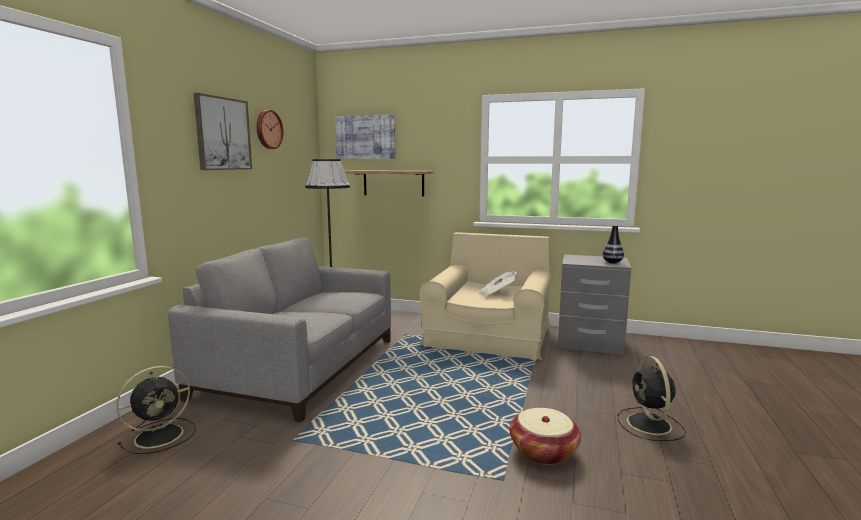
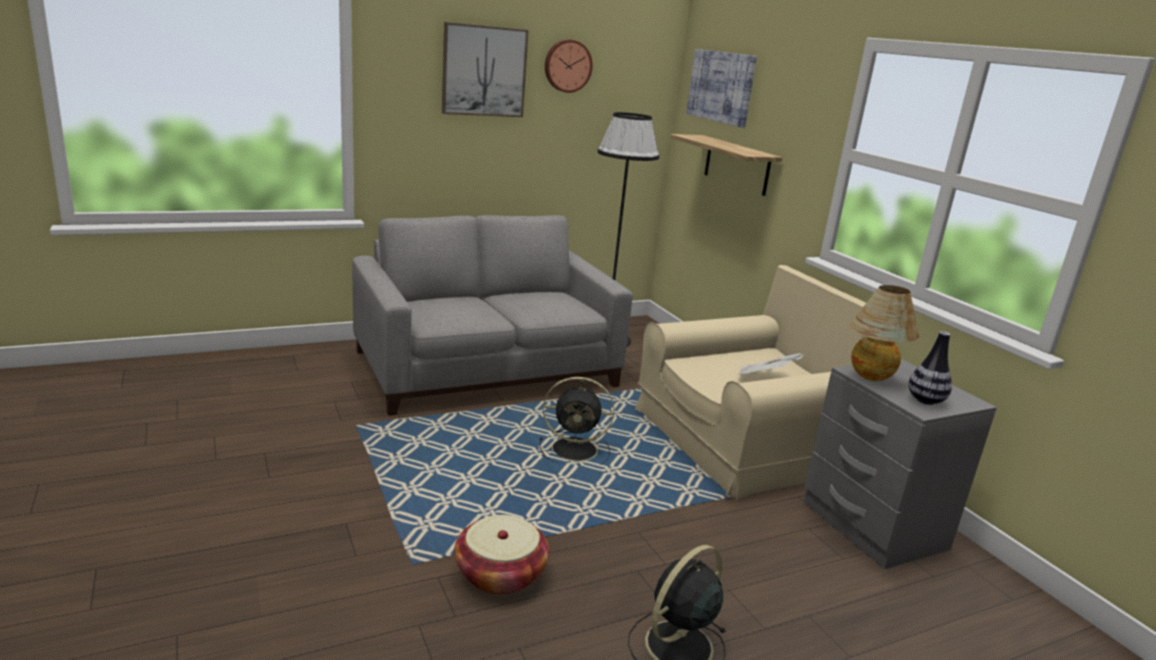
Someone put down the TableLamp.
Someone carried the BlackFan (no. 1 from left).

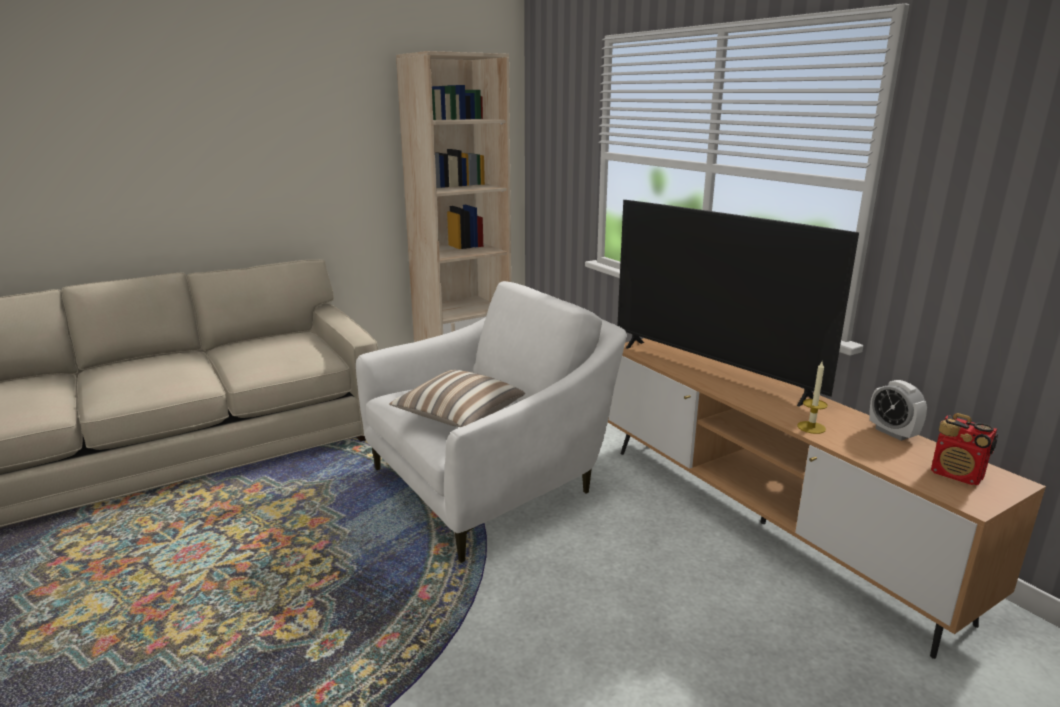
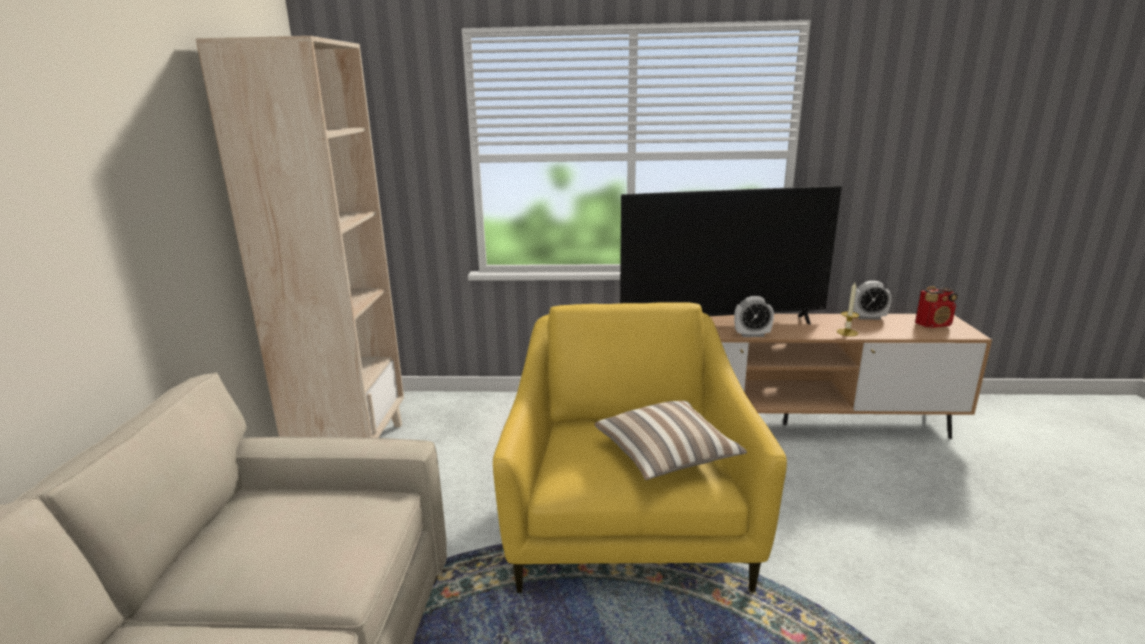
Someone put down the AlarmClock (no. 1 from left).
Someone repainted the WhiteArmchair, which became the YellowArmchair.

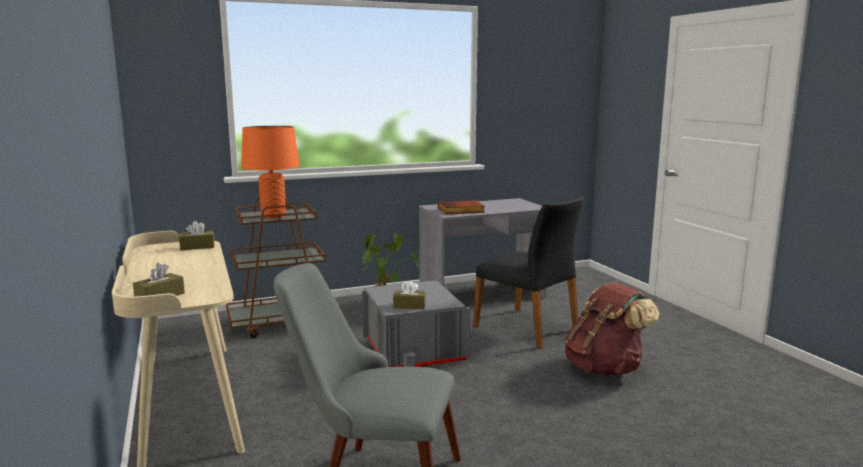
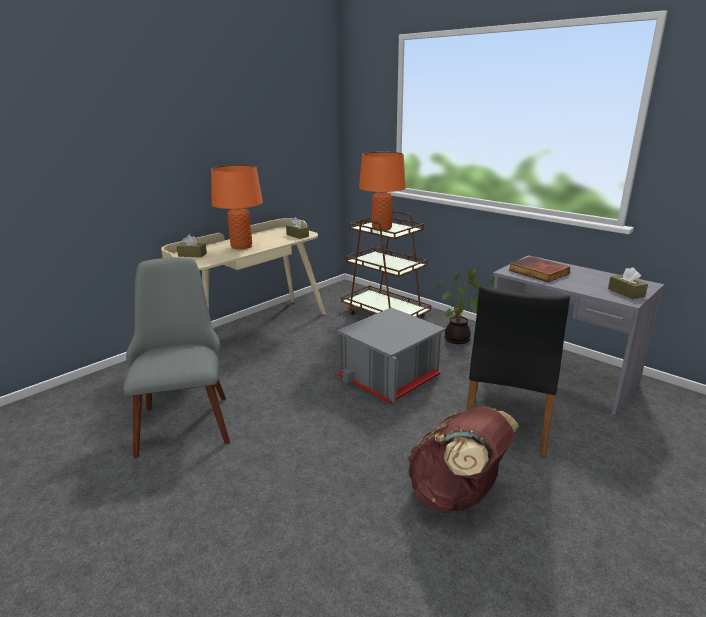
Someone put down the OrangeTableLamp (no. 1 from left).
Someone carried the BrownTissueBox (no. 3 from left).

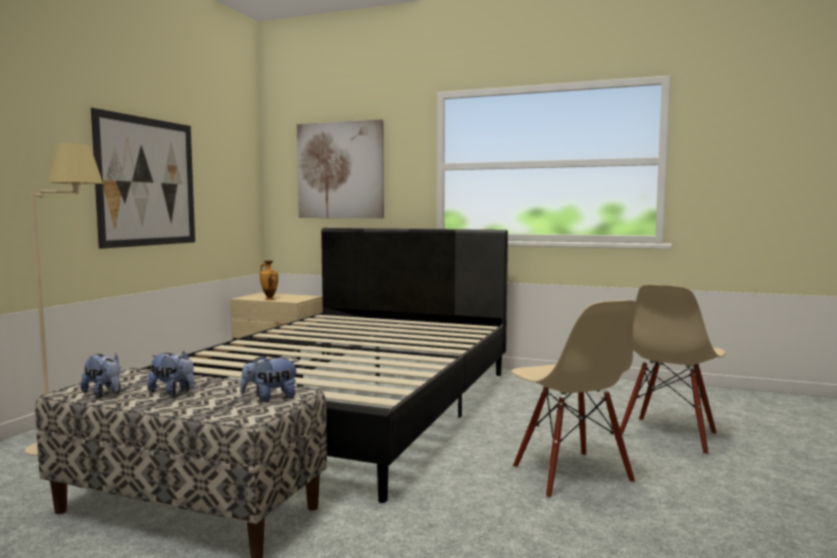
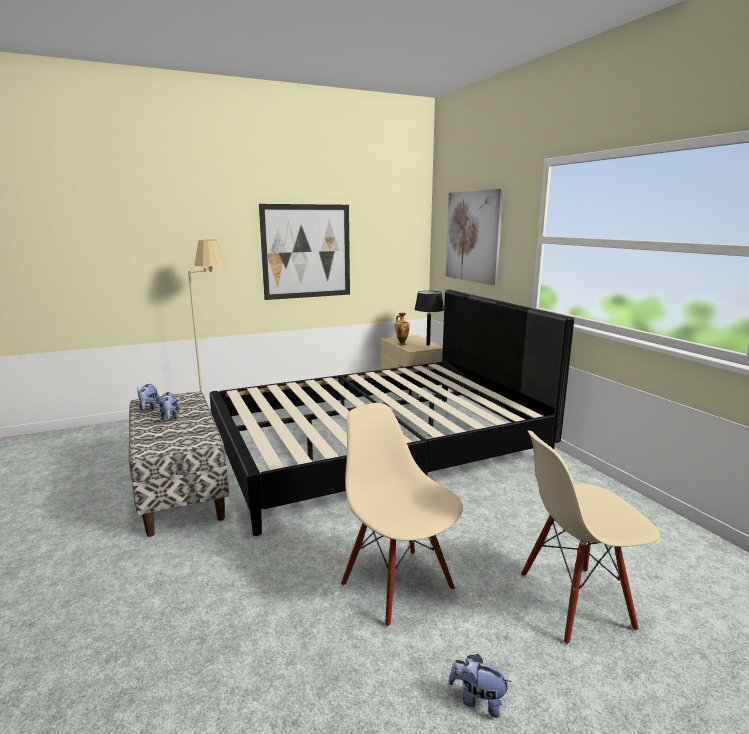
Someone put down the BlackTableLamp.
Someone carried the PlushToy (no. 3 from left).
Someone rotated the BeigeChair (no. 1 from left) by 120 degrees clockwise.

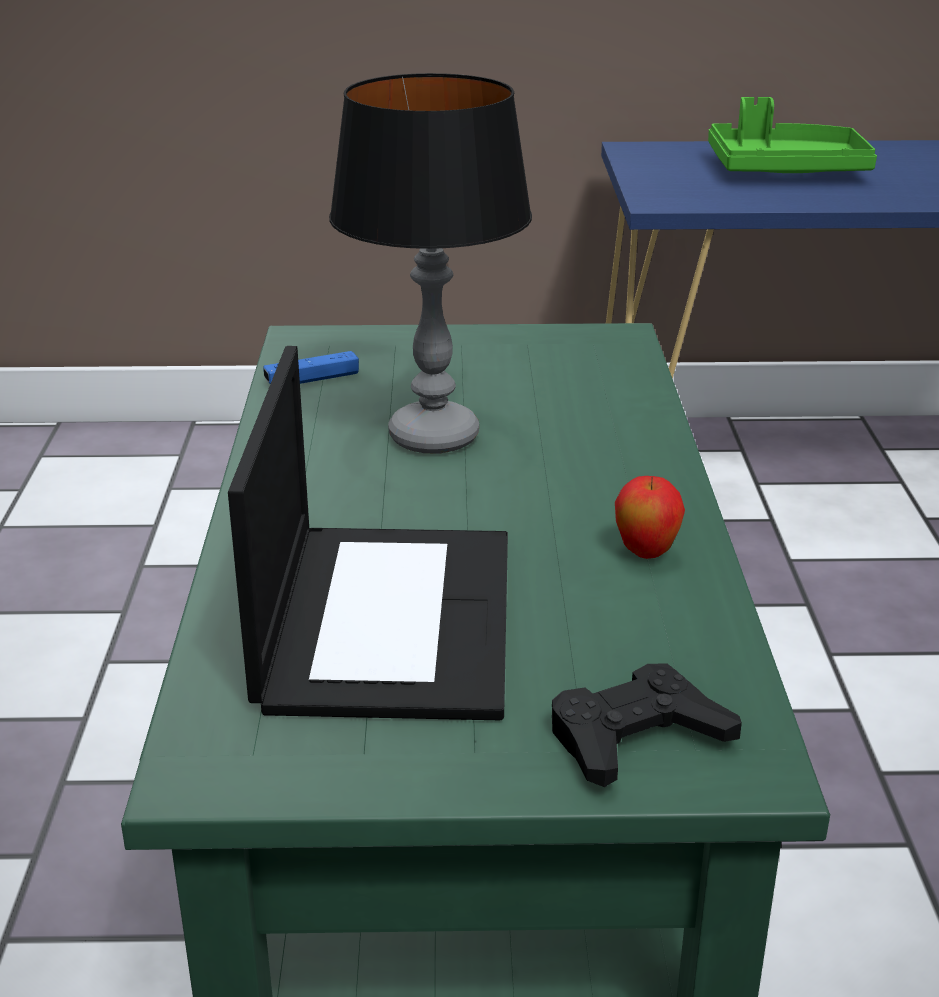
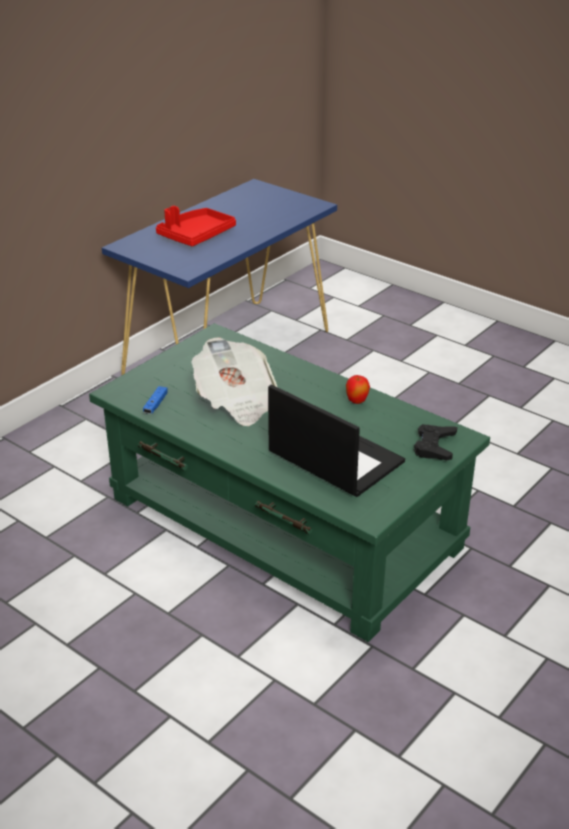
Someone swapped the TableLamp for the Newspaper.
Someone repainted the GreenTray, which became the RedTray.

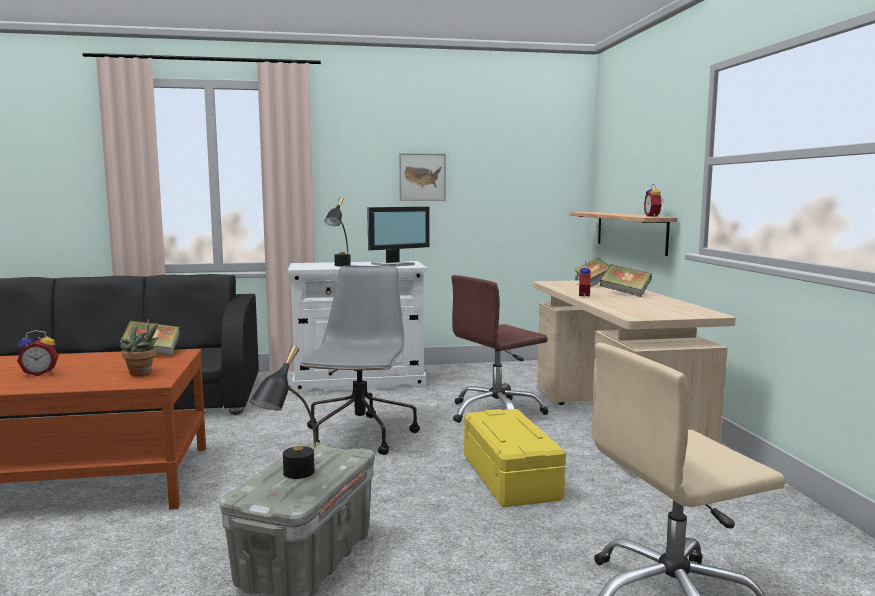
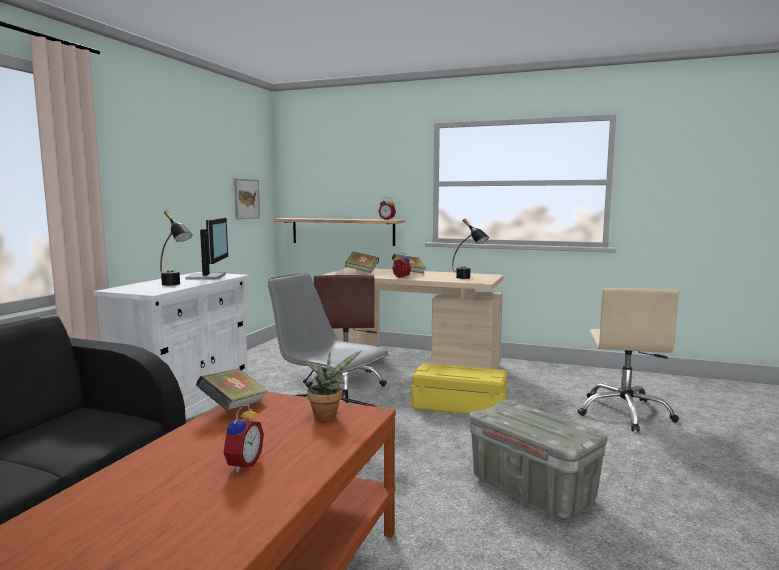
Someone carried the BlackTableLamp (no. 1 from left in the first image).
Someone carried the Picture.

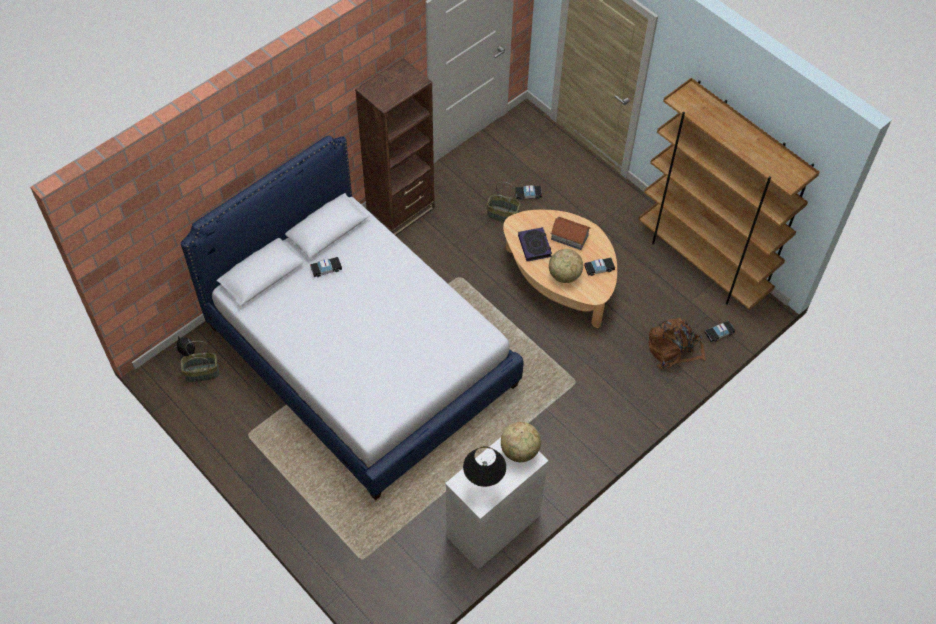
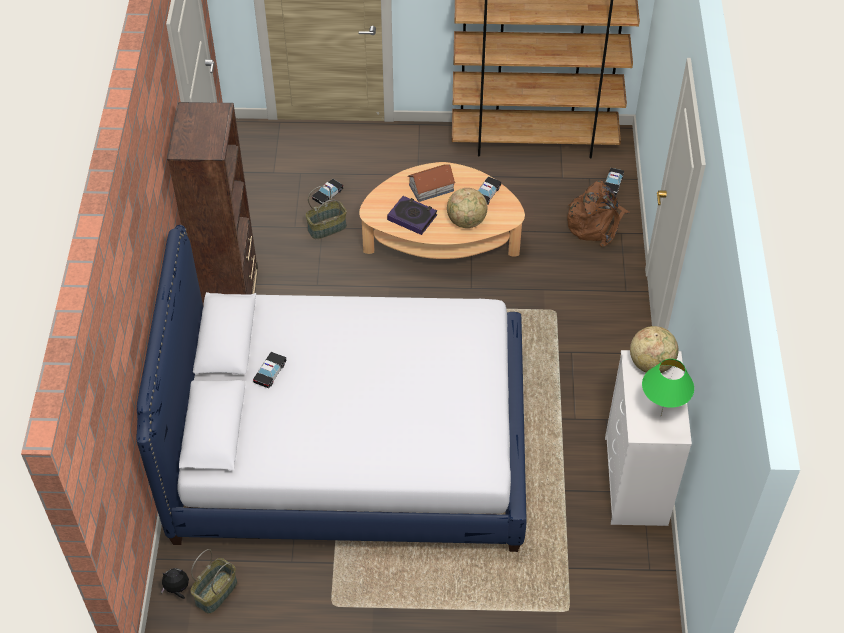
Someone repainted the BlackTableLamp, which became the GreenTableLamp.

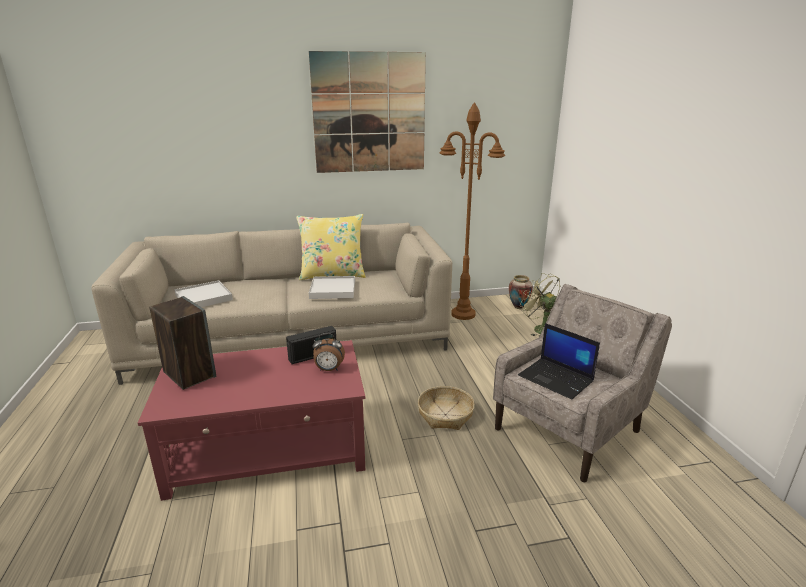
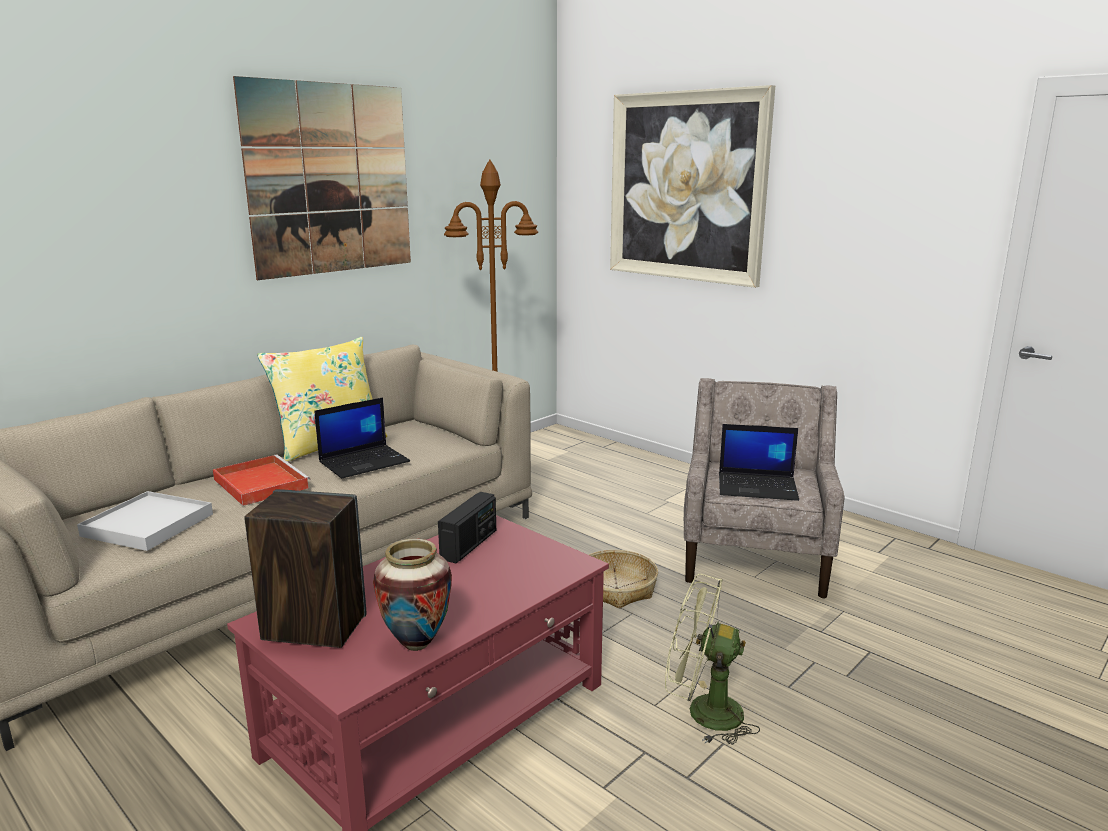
Someone took away the AlarmClock.
Someone put down the RedTray.
Someone put up the Picture (no. 2 from left).
Someone carried the Vase.
Someone carried the GreenFan.
Someone swapped the WhiteTray (no. 2 from left) for the Laptop (no. 1 from left).

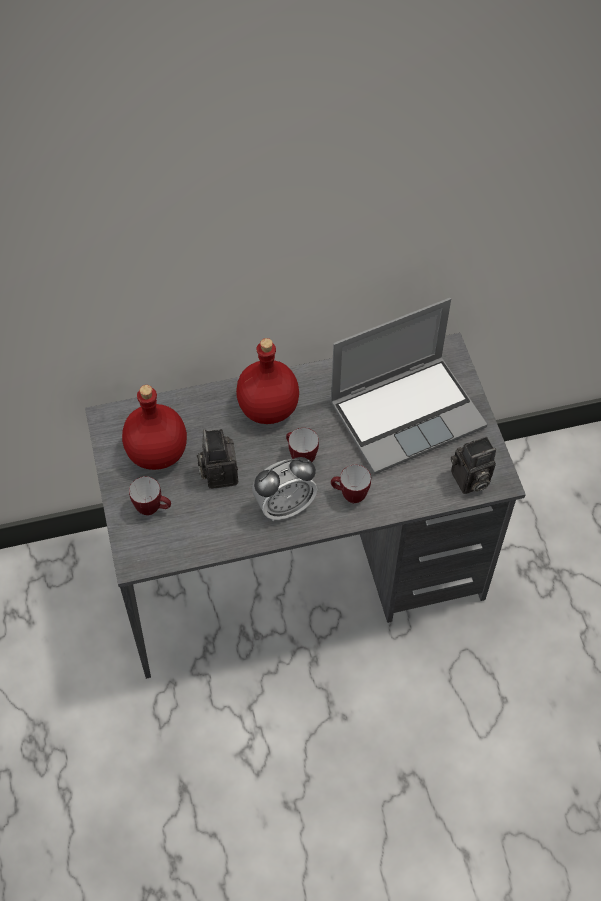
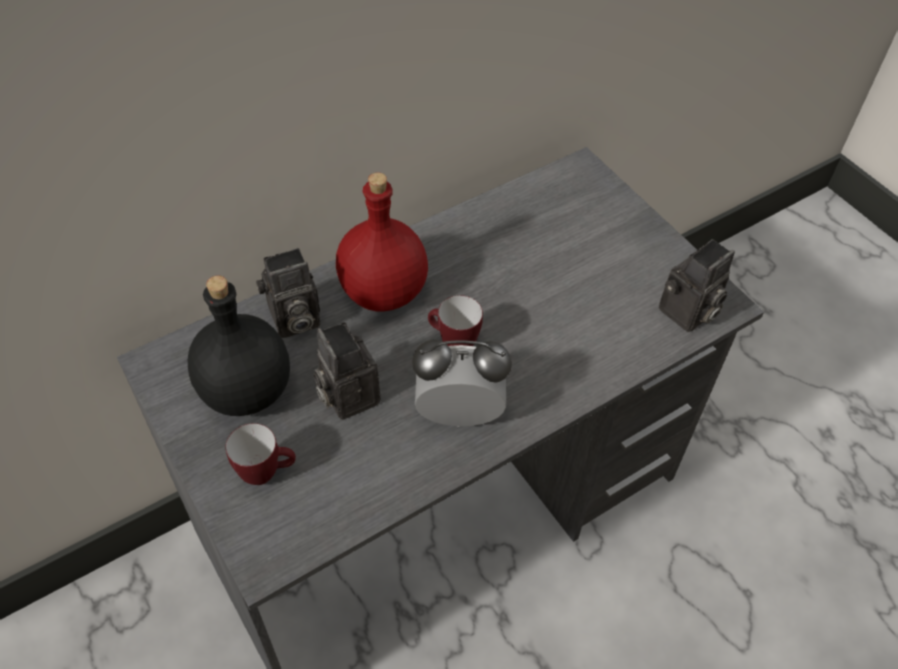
Someone took away the Laptop.
Someone took away the Mug (no. 3 from left).
Someone put down the PhotoCamera (no. 1 from left).
Someone repainted the RedBottle (no. 1 from left), which became the BlackBottle.
Someone rotated the AlarmClock by 135 degrees counterclockwise.

